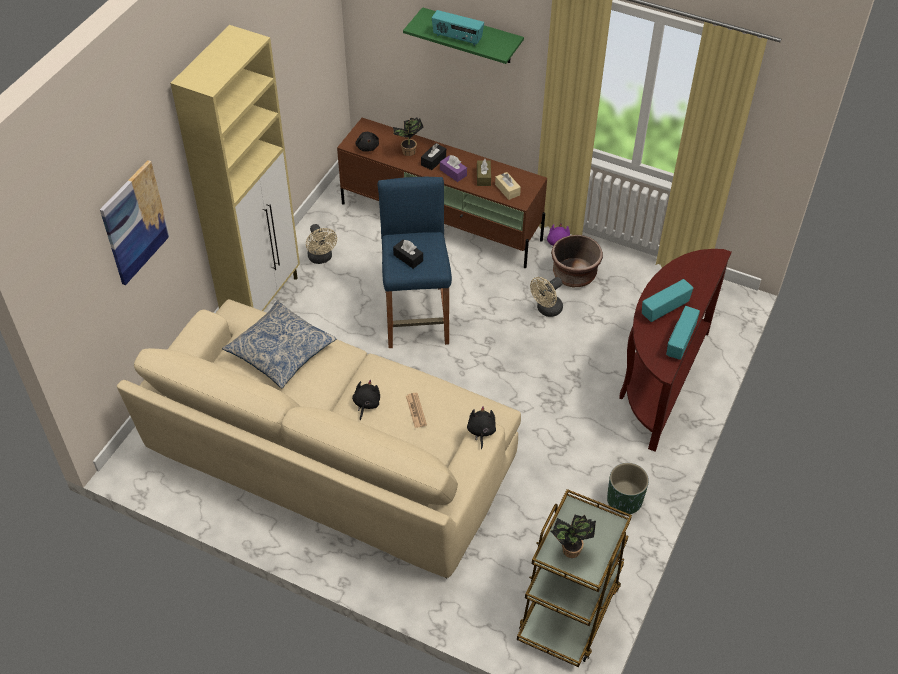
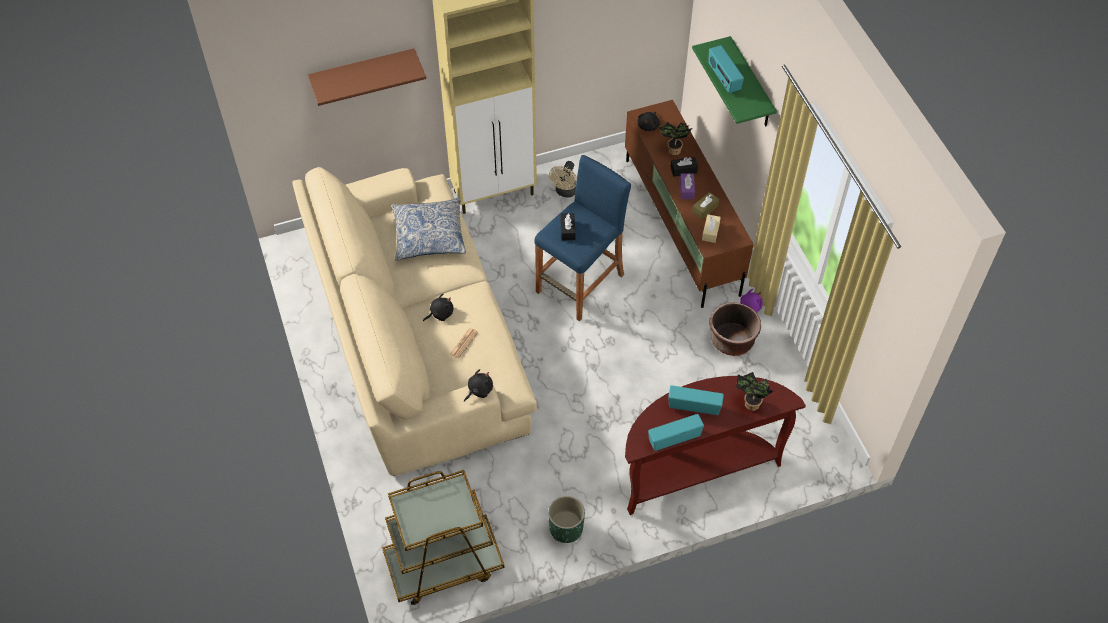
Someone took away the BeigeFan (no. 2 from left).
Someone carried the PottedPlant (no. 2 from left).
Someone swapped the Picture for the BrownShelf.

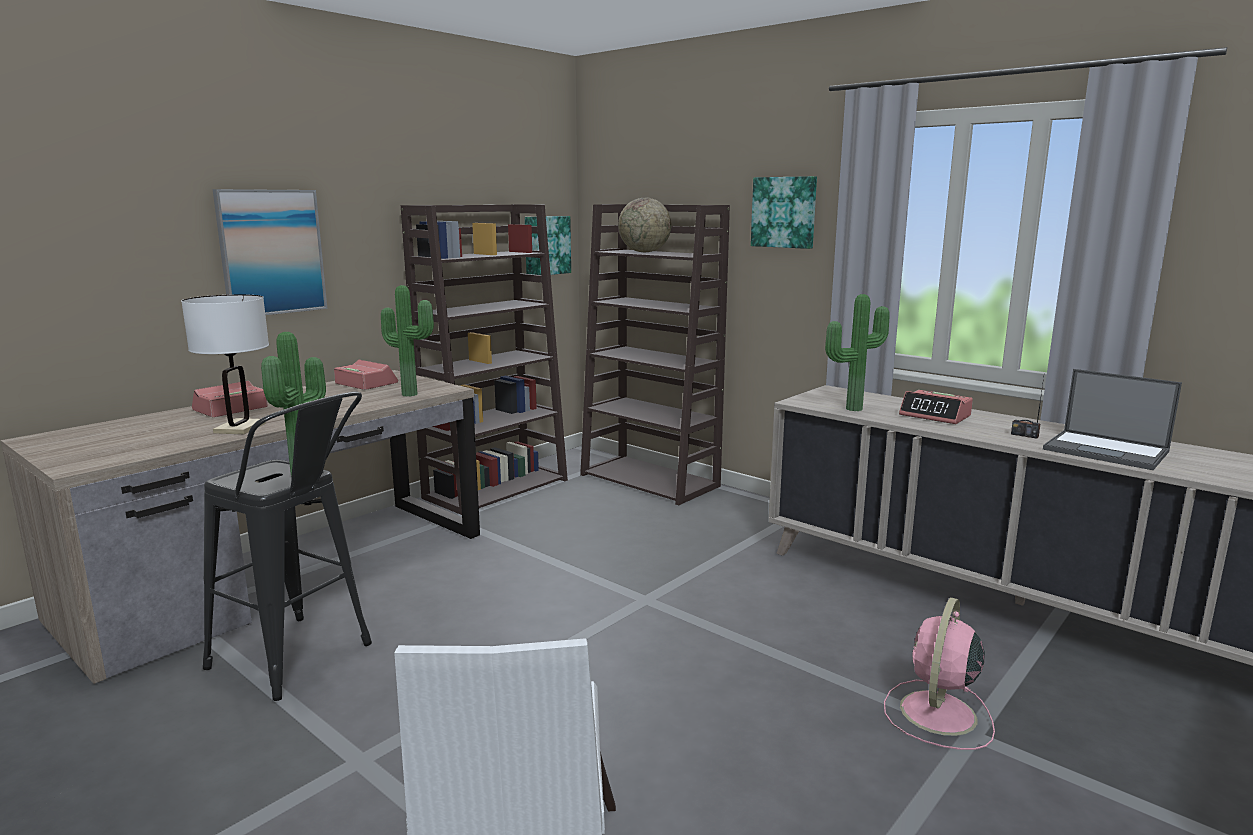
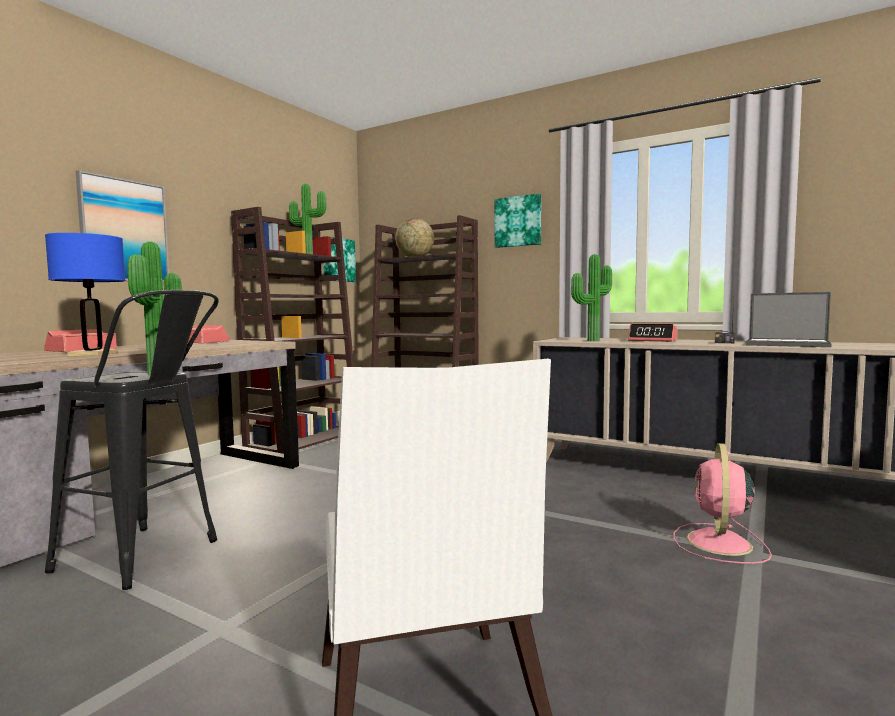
Someone carried the PottedPlant (no. 2 from left).
Someone repainted the WhiteTableLamp, which became the BlueTableLamp.

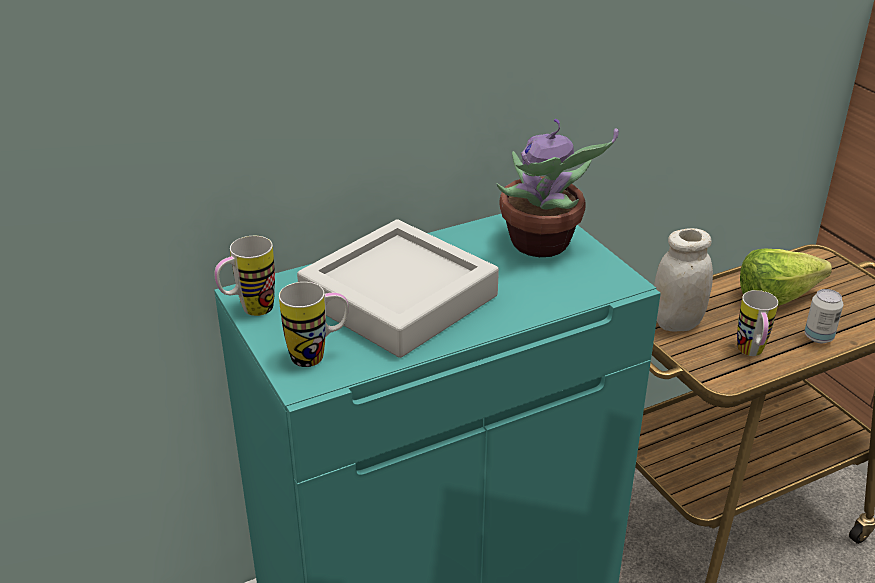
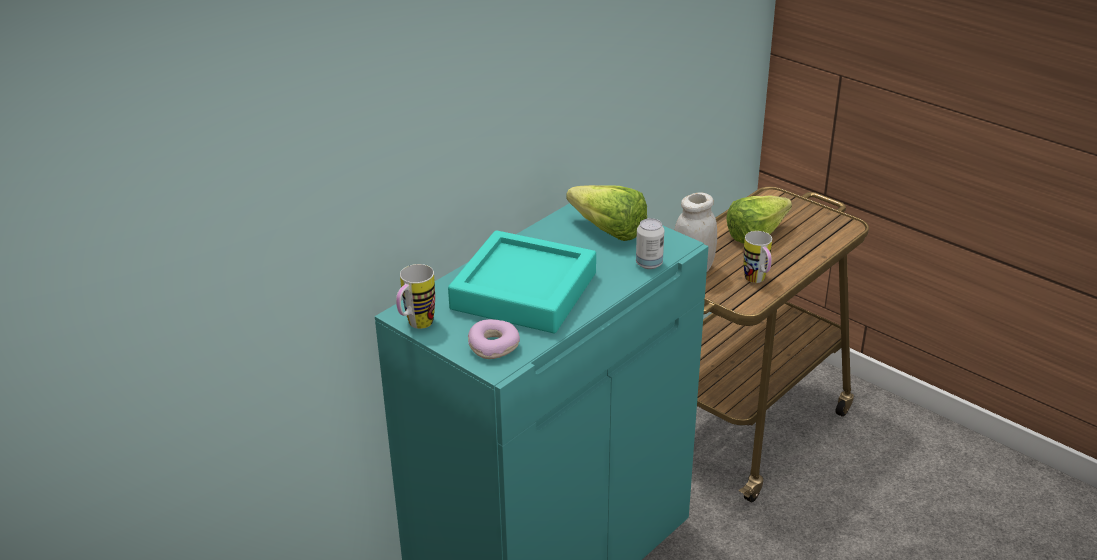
Someone carried the Can.
Someone swapped the Mug (no. 2 from left) for the Donut.
Someone swapped the PottedPlant for the Lettuce (no. 1 from left).
Someone repainted the GreyTray, which became the TurquoiseTray.

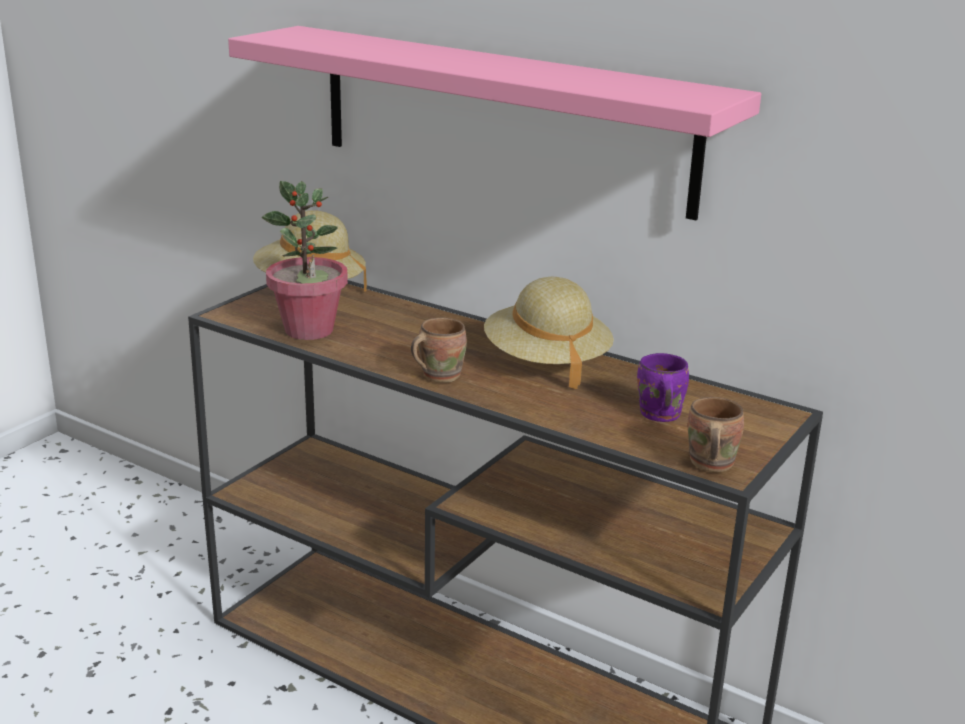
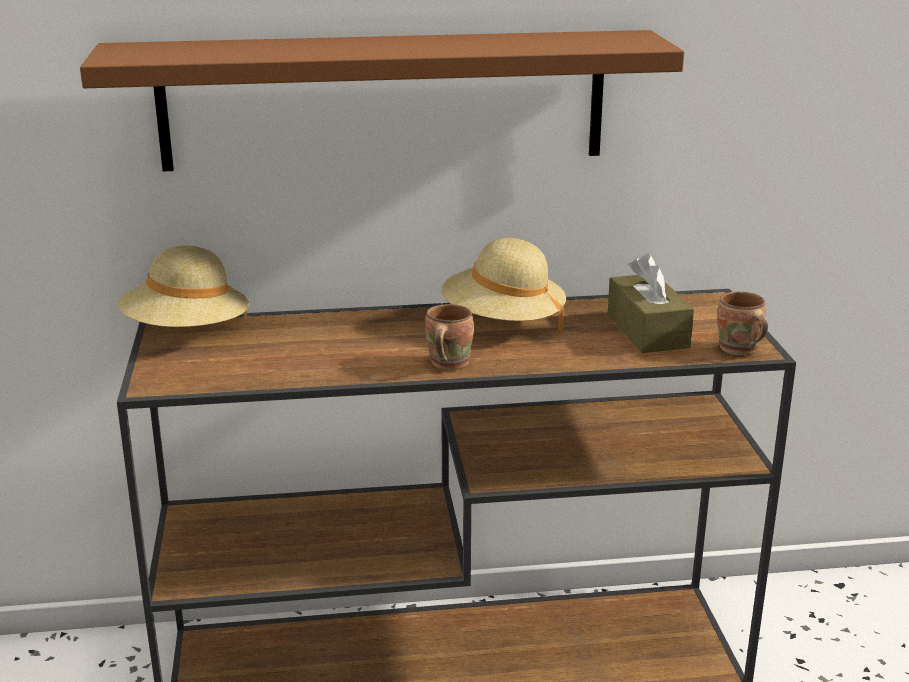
Someone took away the PottedPlant.
Someone swapped the PurpleMug for the BrownTissueBox.
Someone repainted the PinkShelf, which became the BrownShelf.

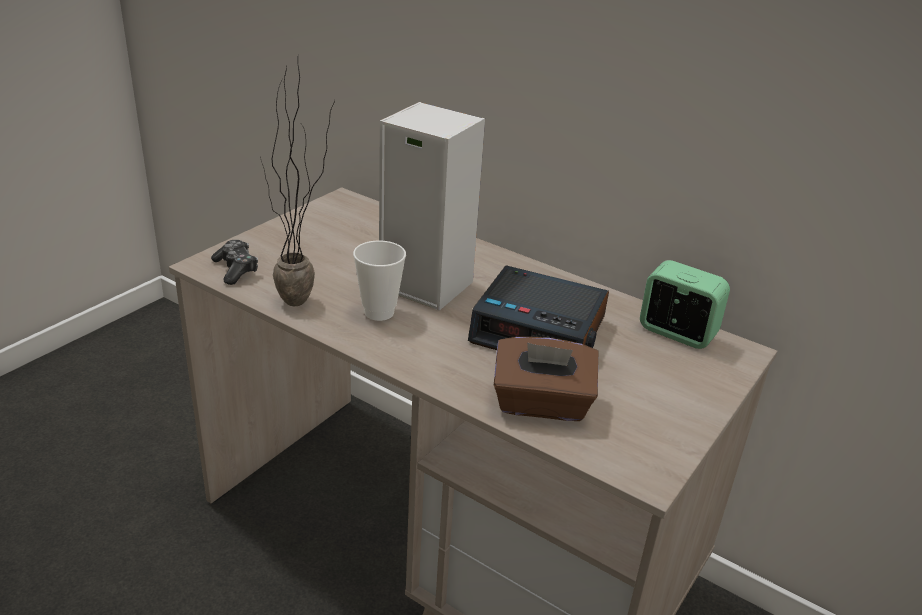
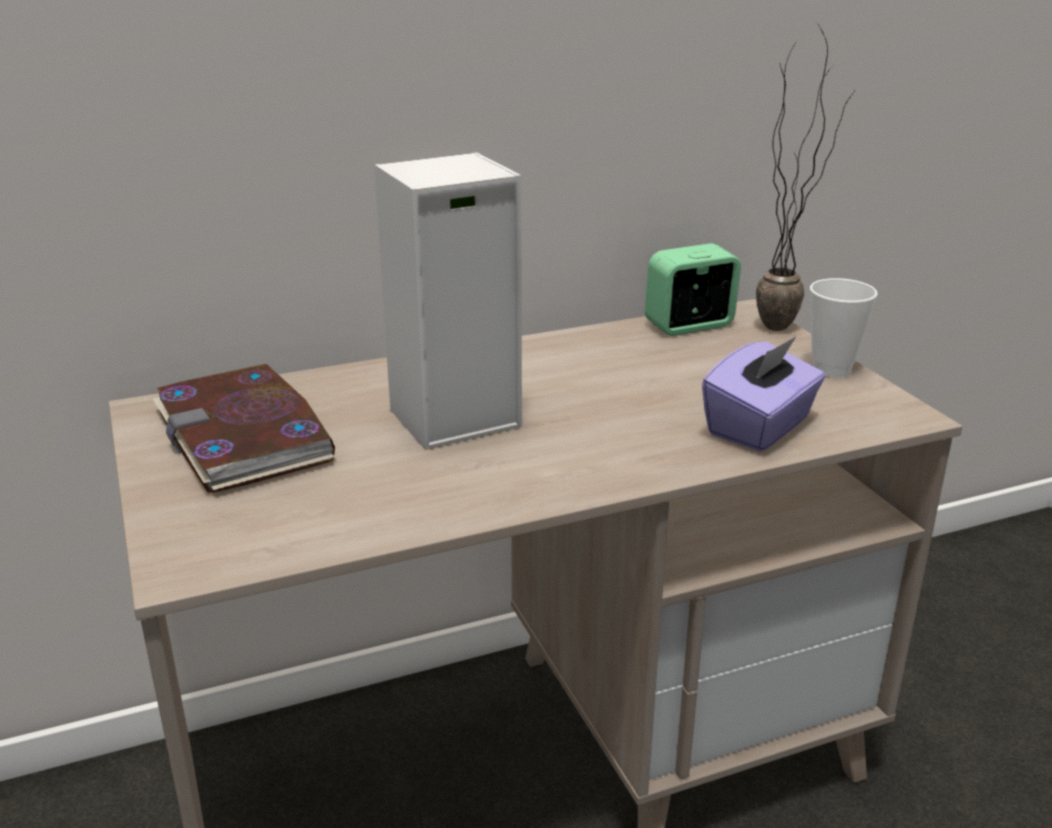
Someone took away the GameController.
Someone took away the AlarmClock (no. 1 from left).
Someone put down the Book.
Someone carried the PottedPlant.
Someone carried the Cup.
Someone repainted the BrownTissueBox, which became the PurpleTissueBox.

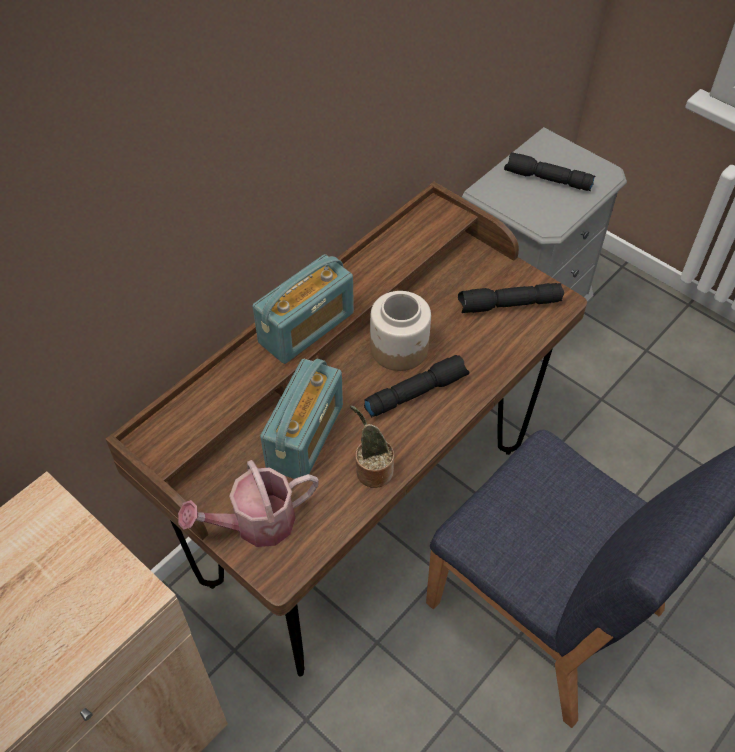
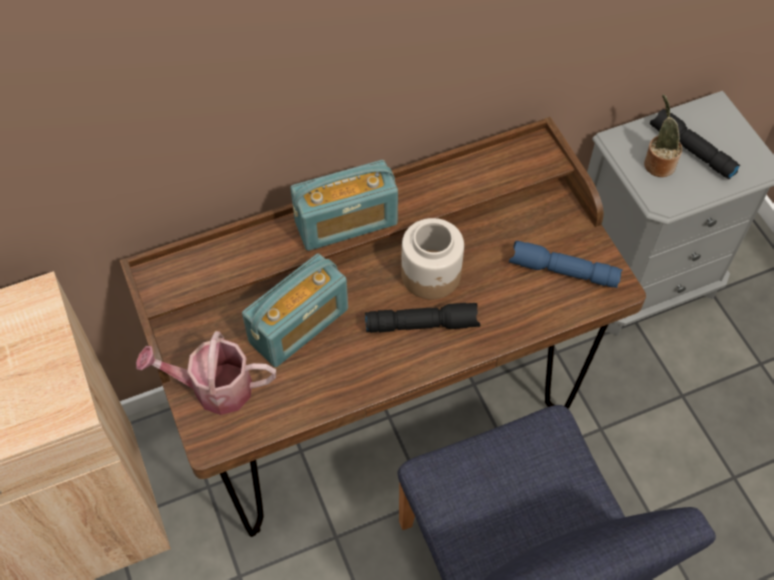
Someone carried the PottedPlant.
Someone repainted the BlackFlashlight (no. 2 from left), which became the BlueFlashlight.

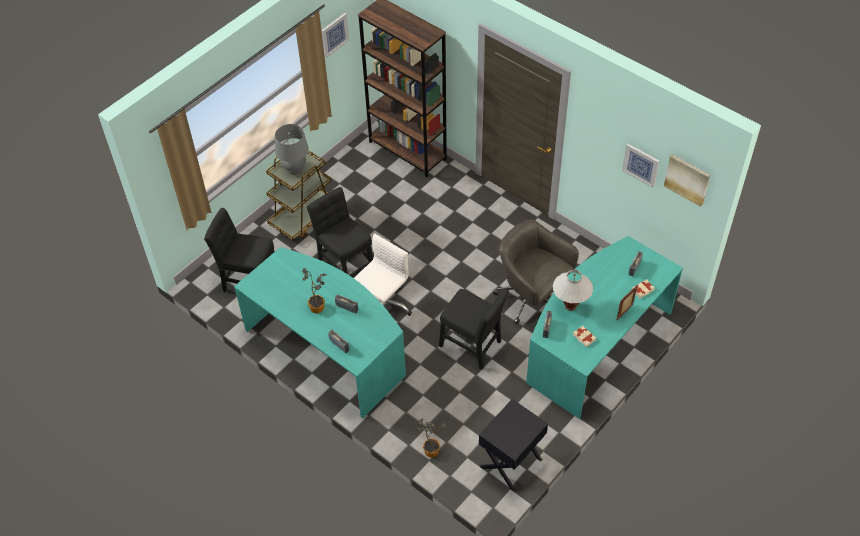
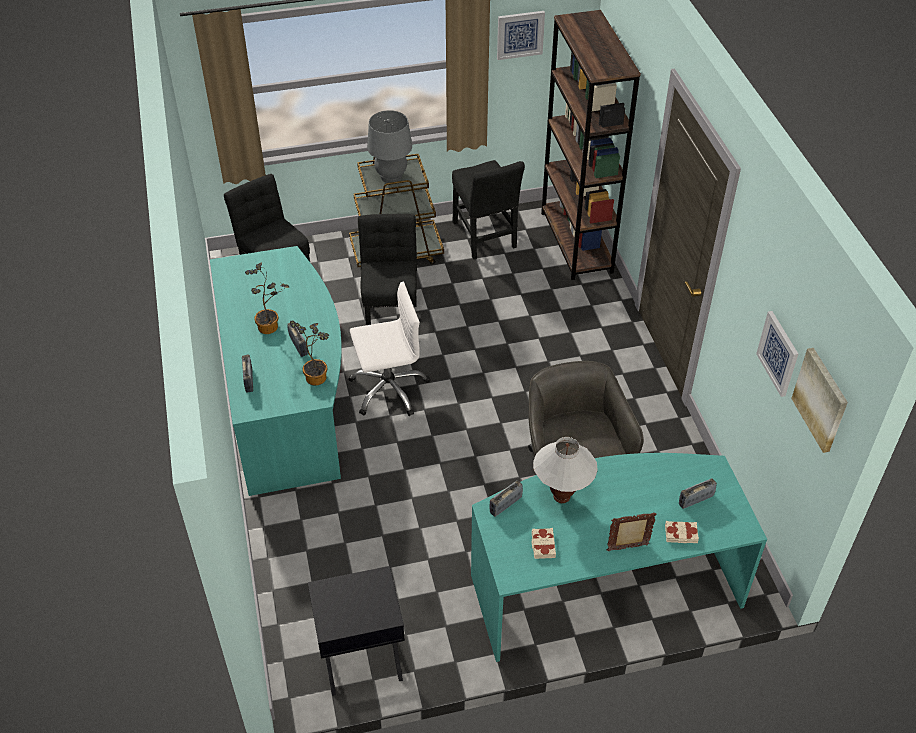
Someone carried the PottedPlant (no. 2 from left).
Someone carried the BlackChair (no. 3 from left).

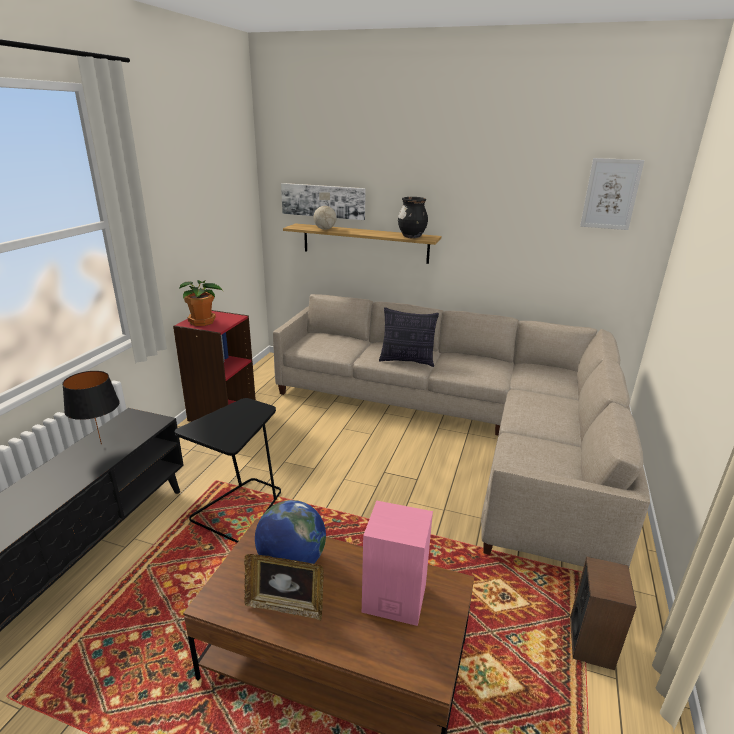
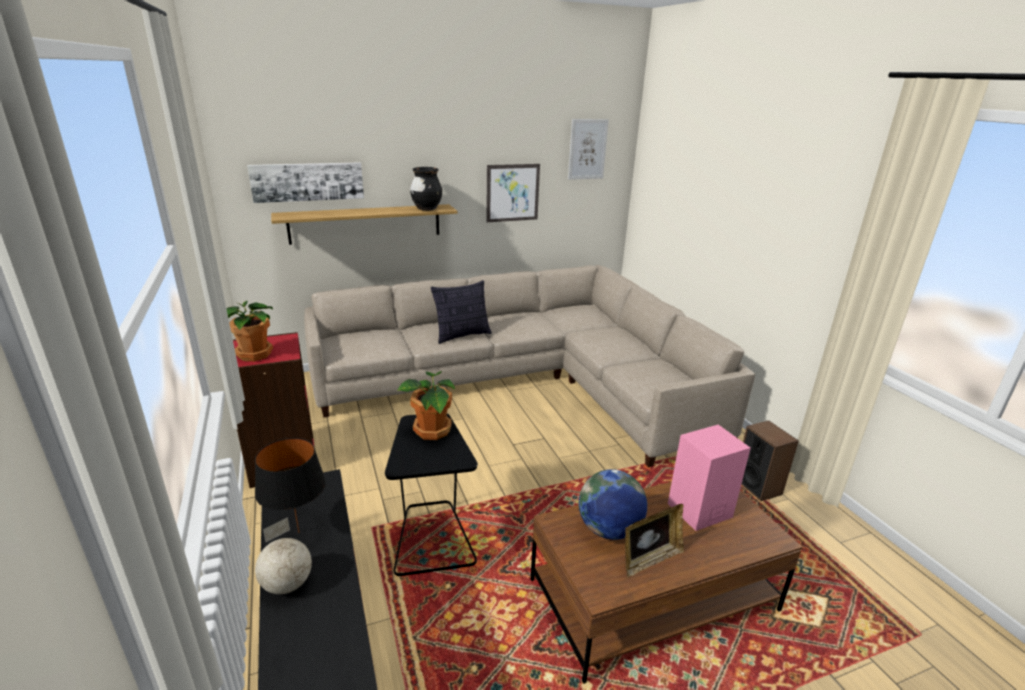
Someone put down the PottedPlant (no. 2 from left).
Someone put up the Picture (no. 2 from left).
Someone carried the Globe (no. 2 from left in the first image).

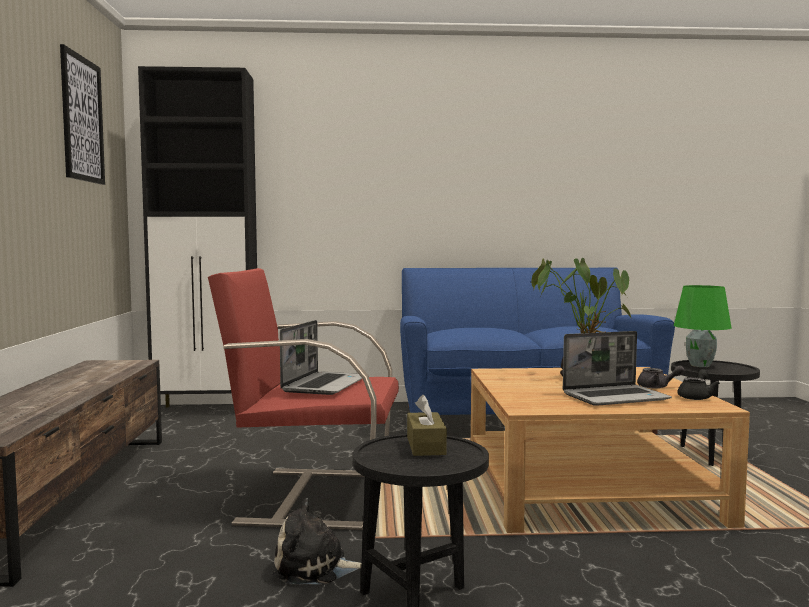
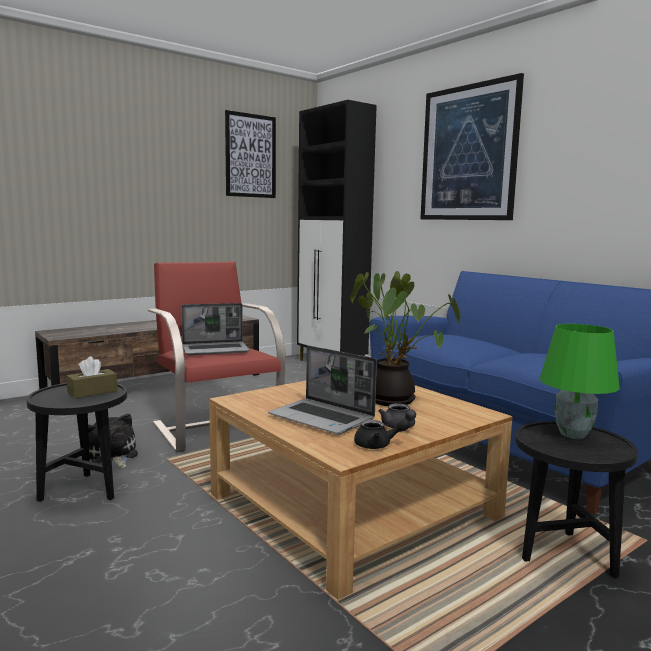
Someone put up the Picture (no. 2 from left).

